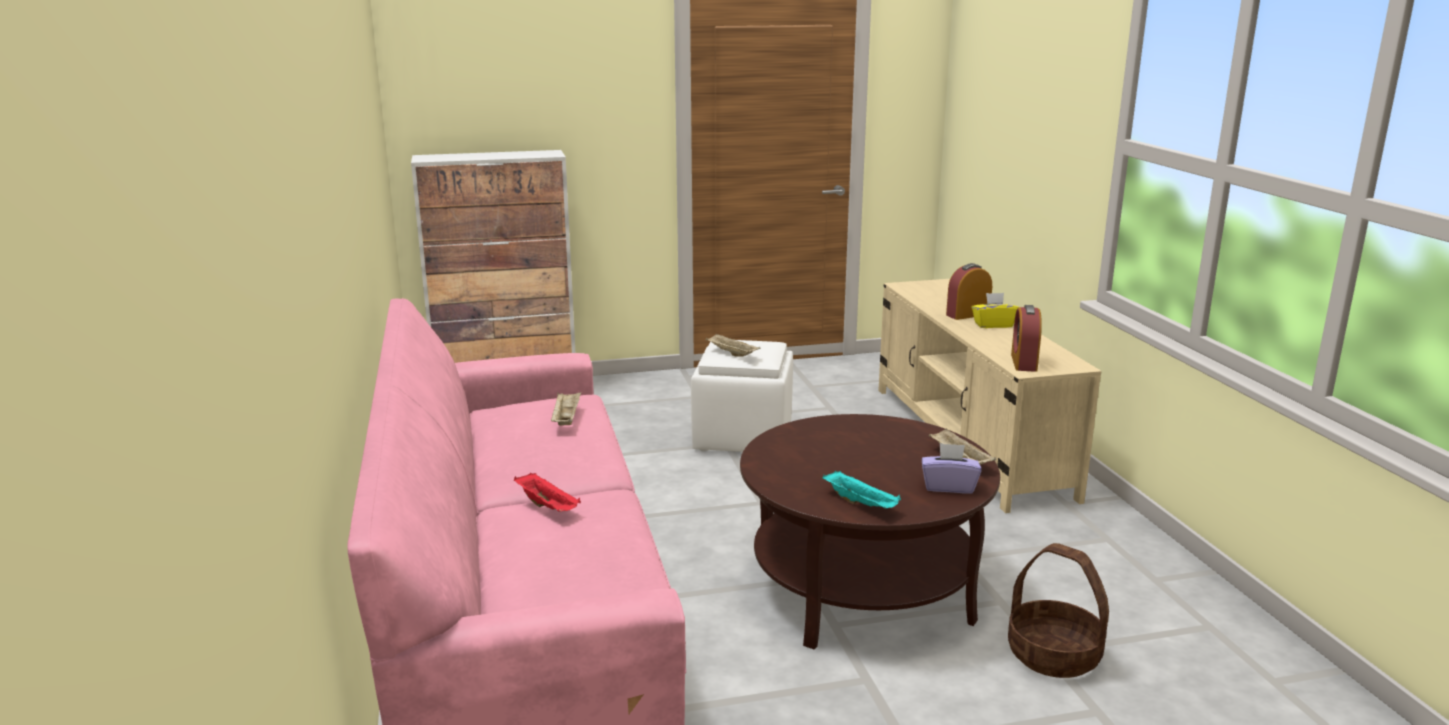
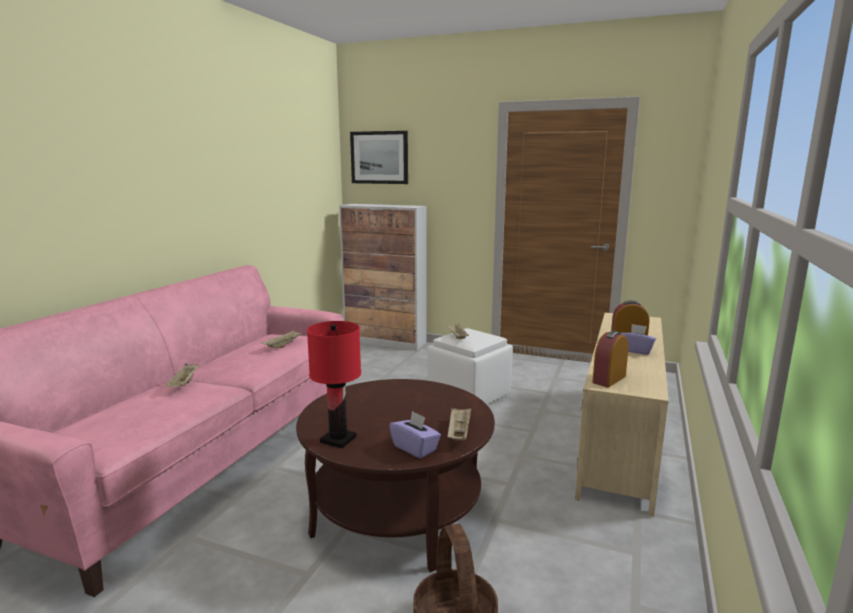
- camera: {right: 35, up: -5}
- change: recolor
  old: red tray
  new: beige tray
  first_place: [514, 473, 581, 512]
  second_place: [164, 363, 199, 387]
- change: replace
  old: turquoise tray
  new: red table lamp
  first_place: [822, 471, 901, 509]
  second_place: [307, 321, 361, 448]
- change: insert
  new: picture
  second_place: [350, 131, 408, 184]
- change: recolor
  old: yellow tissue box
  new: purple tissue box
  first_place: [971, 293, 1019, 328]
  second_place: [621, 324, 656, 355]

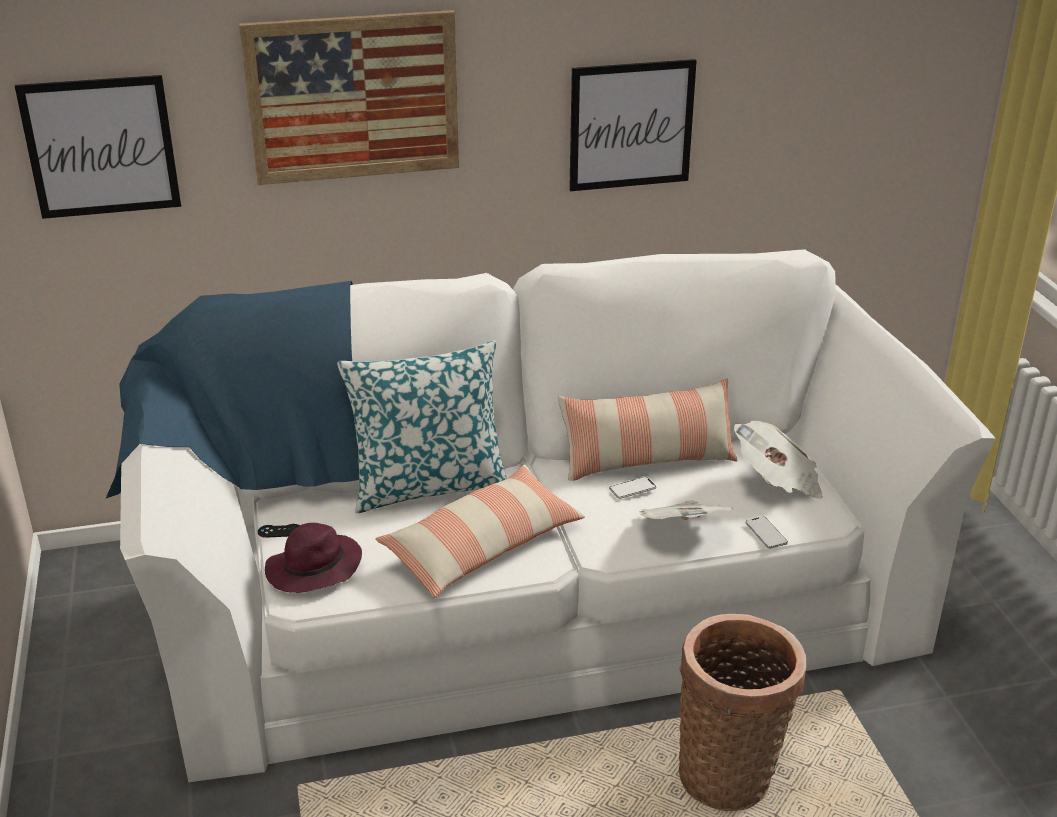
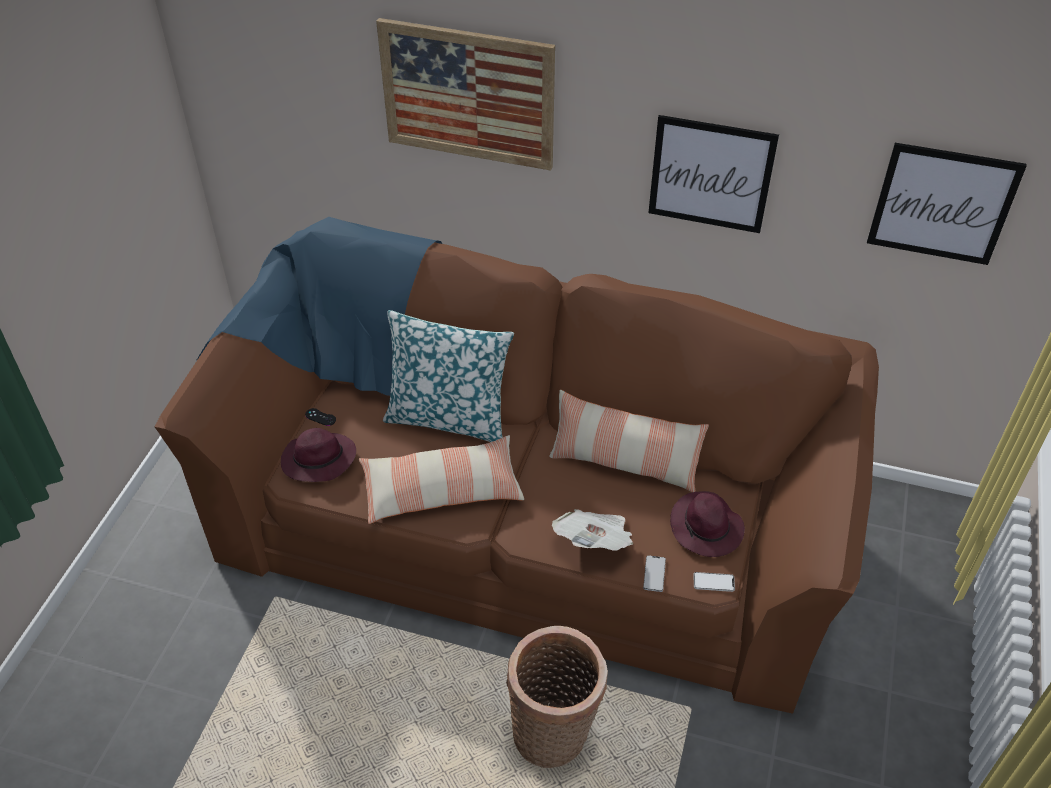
- camera: {right: 30, up: 15}
- change: recolor
  old: white sofa
  new: brown sofa
  first_place: [105, 249, 996, 782]
  second_place: [155, 217, 879, 714]
- change: replace
  old: newspaper
  new: purple hat
  first_place: [734, 421, 823, 499]
  second_place: [670, 491, 745, 557]
- change: move
  old: phone
  first_place: [609, 477, 657, 499]
  second_place: [693, 572, 735, 592]
- change: move
  old: picture
  first_place: [15, 75, 181, 219]
  second_place: [867, 143, 1027, 265]

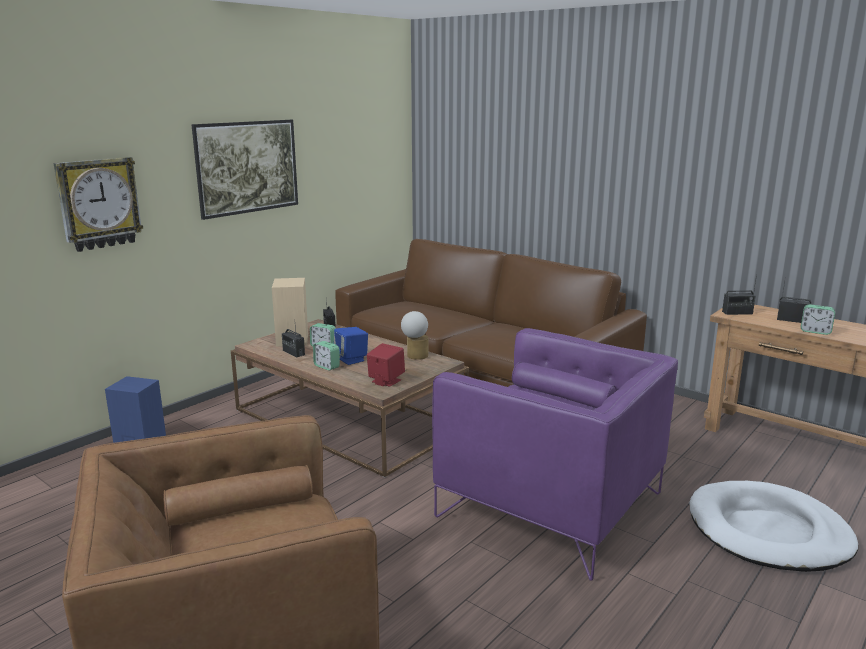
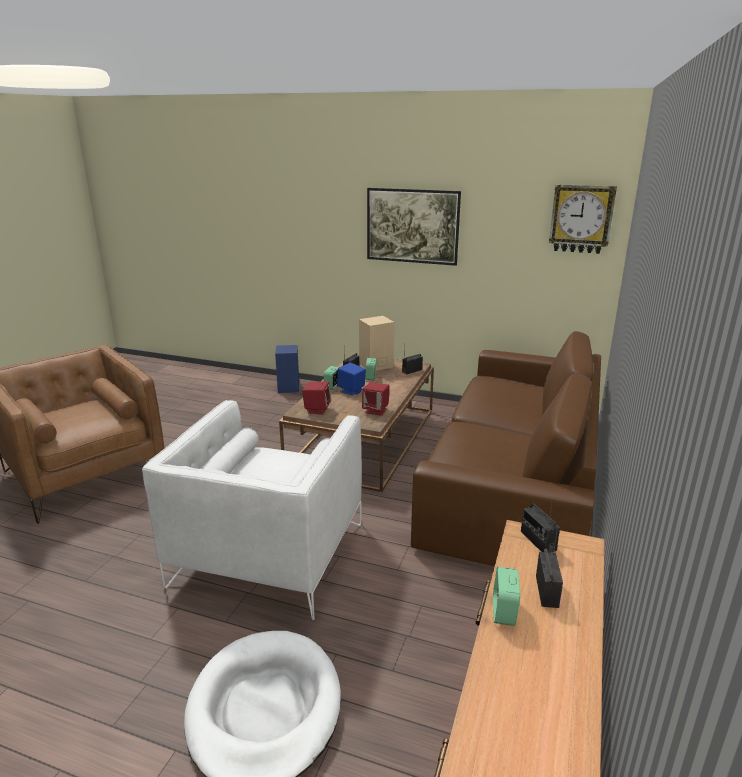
- camera: {right: 70, up: 5}
- change: recolor
  old: purple armchair
  new: white armchair
  first_place: [432, 328, 678, 581]
  second_place: [142, 400, 362, 620]
- change: replace
  old: table lamp
  new: red speaker
  first_place: [401, 311, 428, 360]
  second_place: [362, 382, 389, 416]
- change: move
  old: wall clock
  first_place: [54, 157, 143, 252]
  second_place: [549, 184, 617, 254]

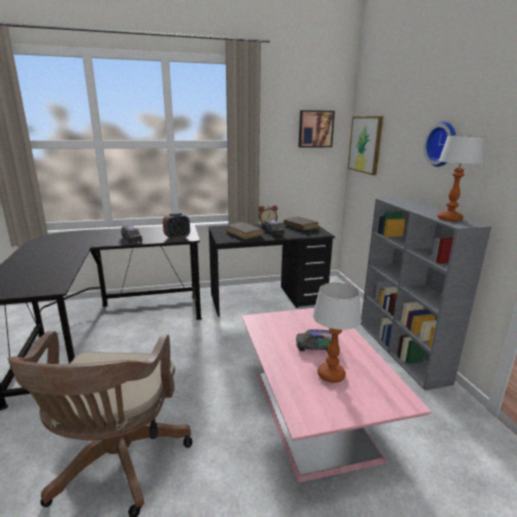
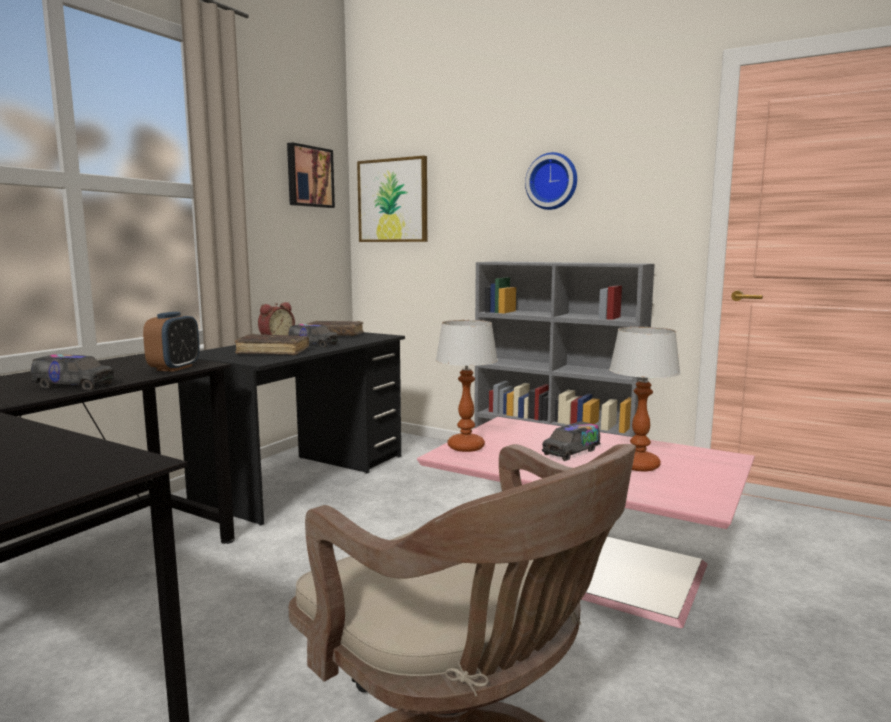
- camera: {right: -45, up: -10}
- change: move
  old: table lamp
  first_place: [437, 135, 485, 222]
  second_place: [436, 320, 498, 452]

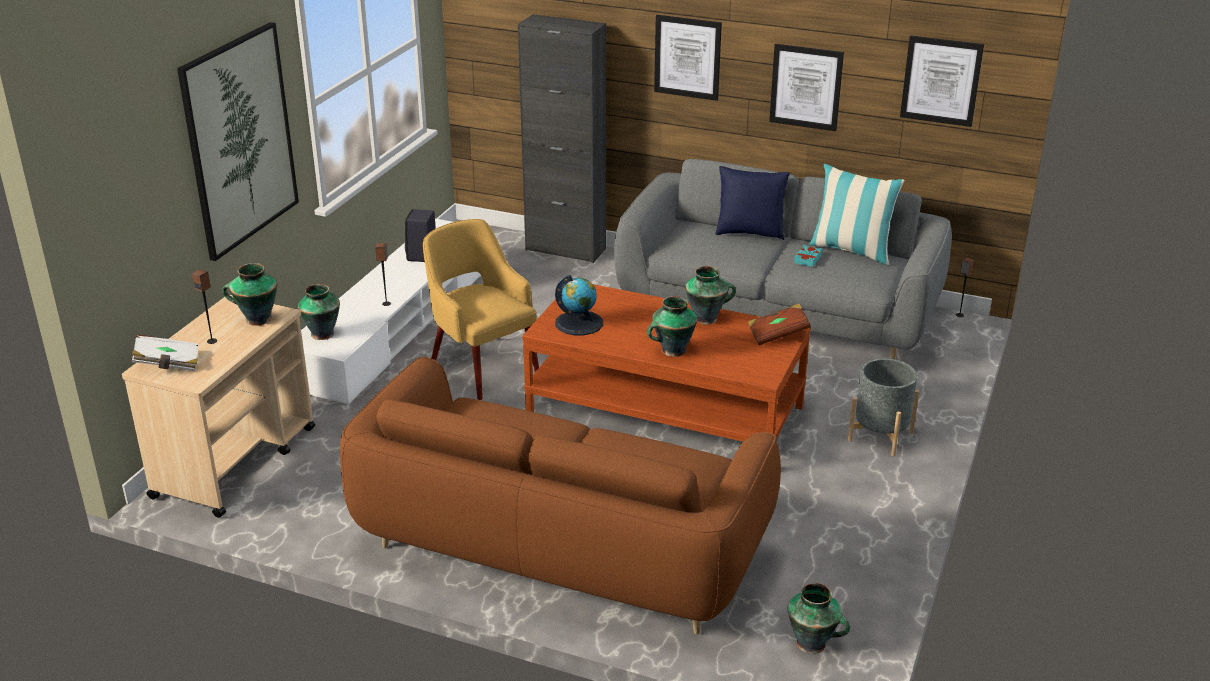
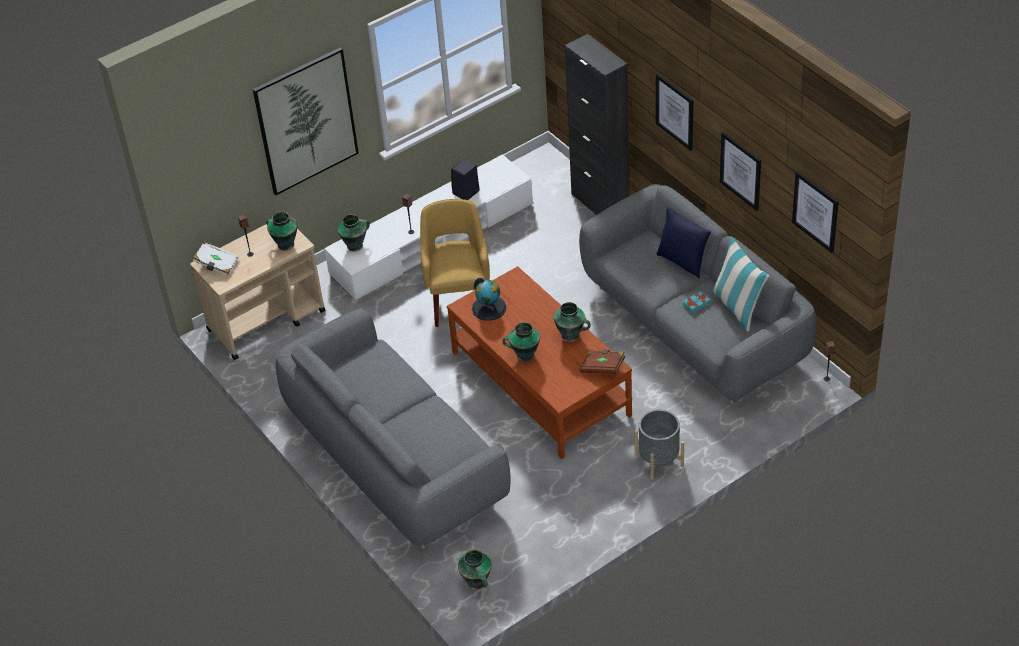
- camera: {right: 35, up: 15}
- change: recolor
  old: brown sofa
  new: grey sofa
  first_place: [340, 357, 781, 635]
  second_place: [276, 308, 511, 549]

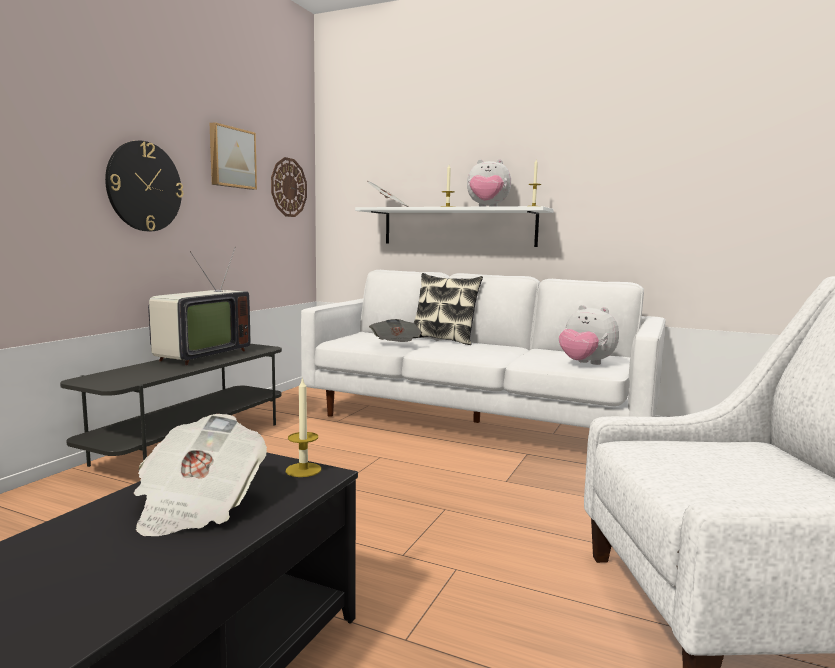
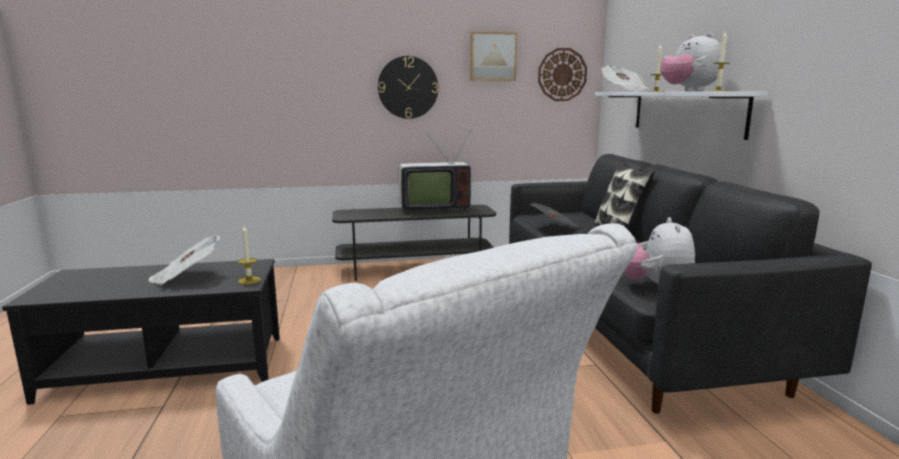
- camera: {right: 55, up: 5}
- change: recolor
  old: white sofa
  new: black sofa
  first_place: [301, 270, 665, 428]
  second_place: [509, 154, 872, 414]

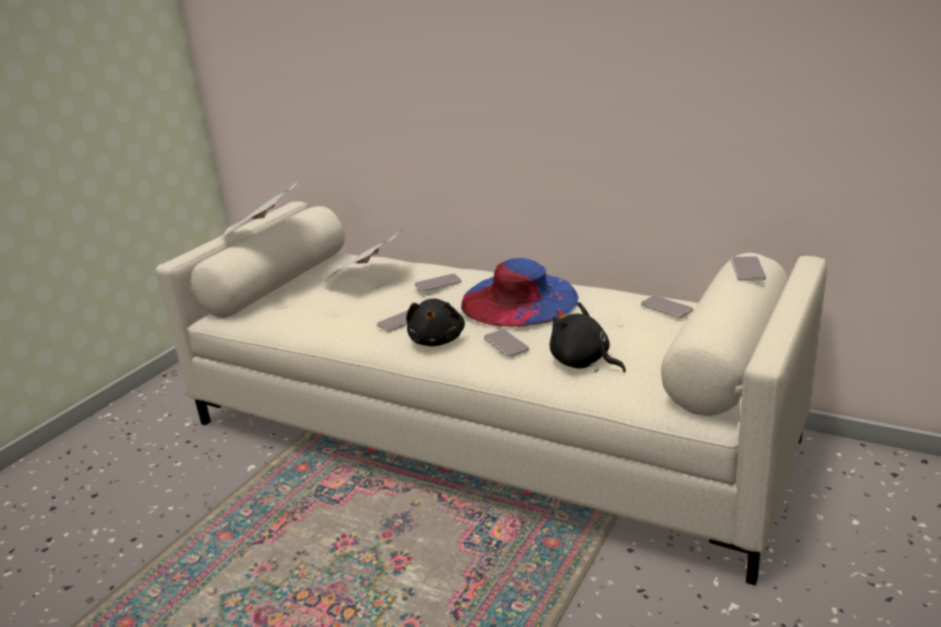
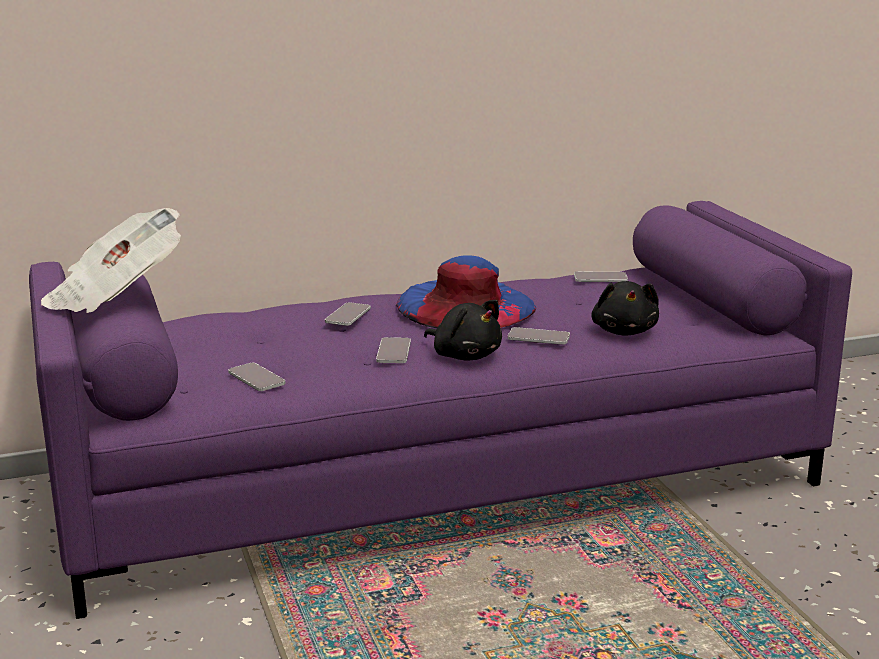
- camera: {right: -50, up: -5}
- change: recolor
  old: beige sofa
  new: purple sofa
  first_place: [155, 201, 827, 586]
  second_place: [29, 201, 852, 619]
- change: move
  old: phone
  first_place: [731, 256, 766, 281]
  second_place: [228, 363, 285, 391]
- change: rotate
  old: black plush toy
  first_place: [550, 302, 626, 372]
  second_place: [591, 281, 659, 336]
  degrees: -90
- change: delete
  old: newspaper
  first_place: [321, 230, 402, 282]

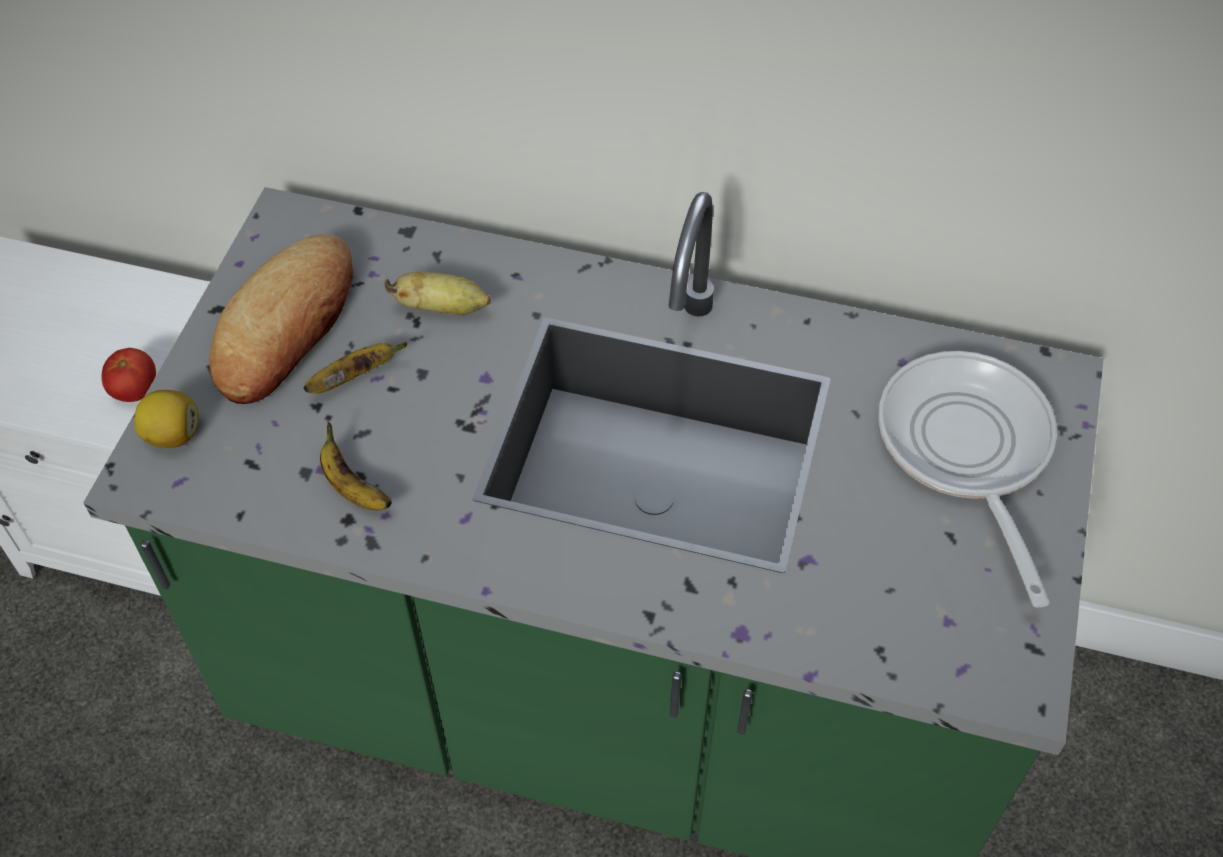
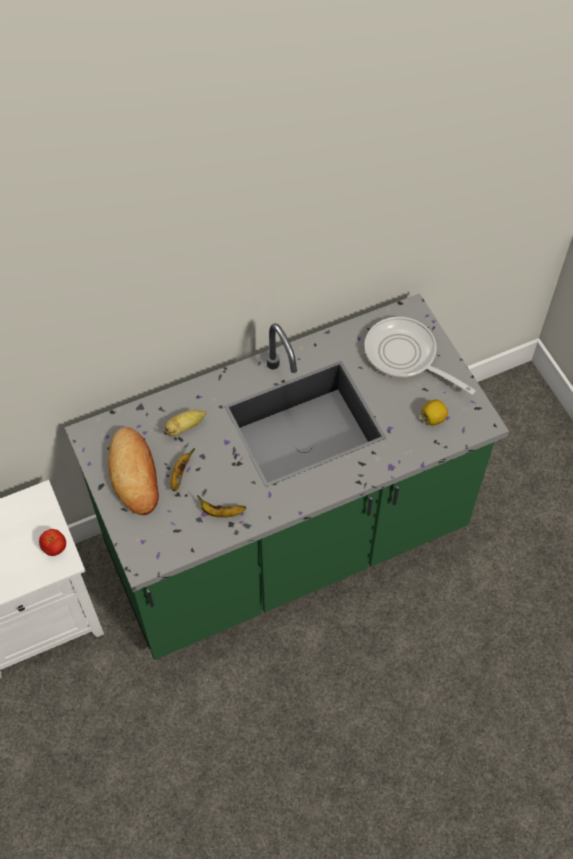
- camera: {right: -40, up: 5}
- change: move
  old: lemon
  first_place: [134, 390, 198, 448]
  second_place: [421, 399, 448, 425]

